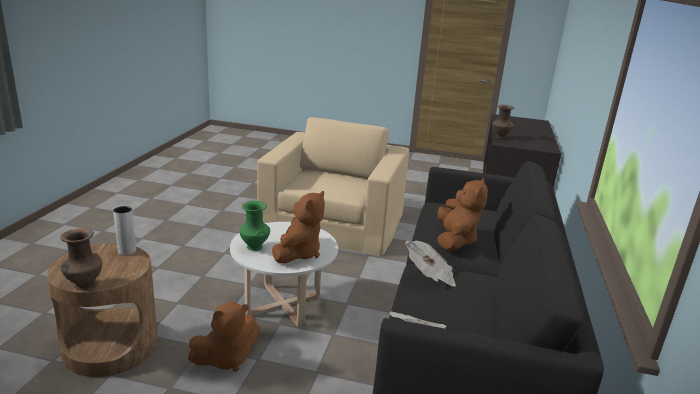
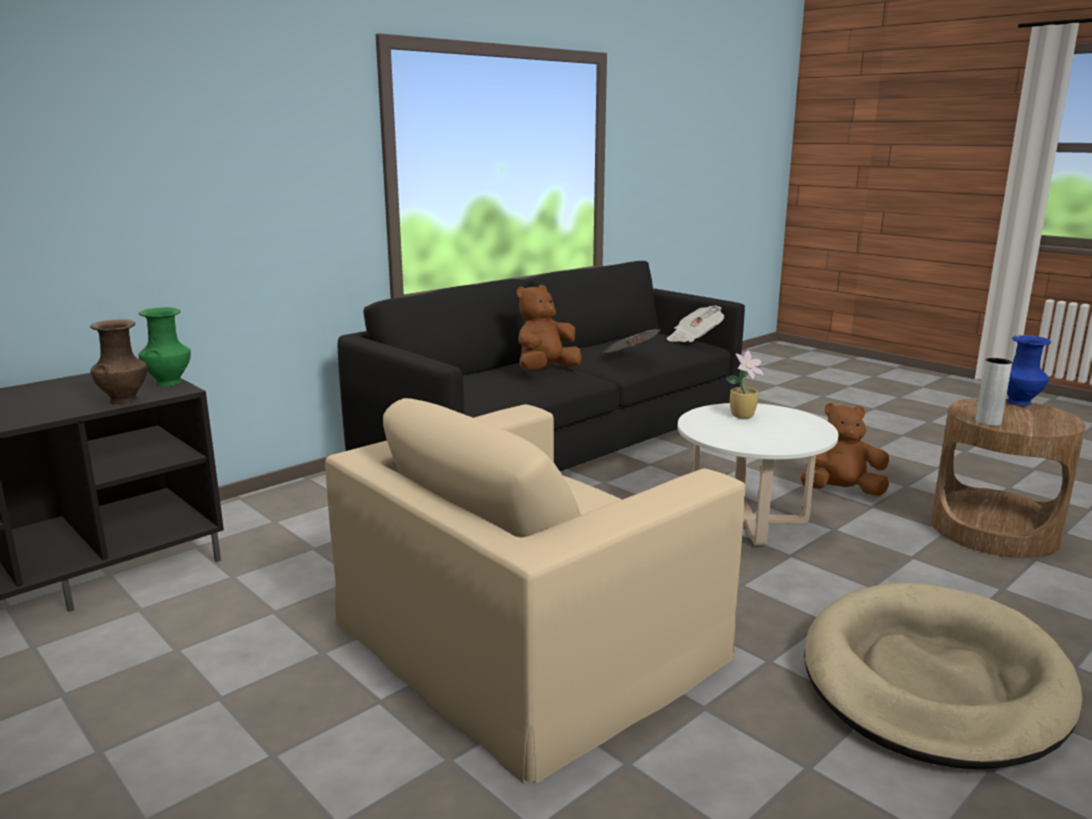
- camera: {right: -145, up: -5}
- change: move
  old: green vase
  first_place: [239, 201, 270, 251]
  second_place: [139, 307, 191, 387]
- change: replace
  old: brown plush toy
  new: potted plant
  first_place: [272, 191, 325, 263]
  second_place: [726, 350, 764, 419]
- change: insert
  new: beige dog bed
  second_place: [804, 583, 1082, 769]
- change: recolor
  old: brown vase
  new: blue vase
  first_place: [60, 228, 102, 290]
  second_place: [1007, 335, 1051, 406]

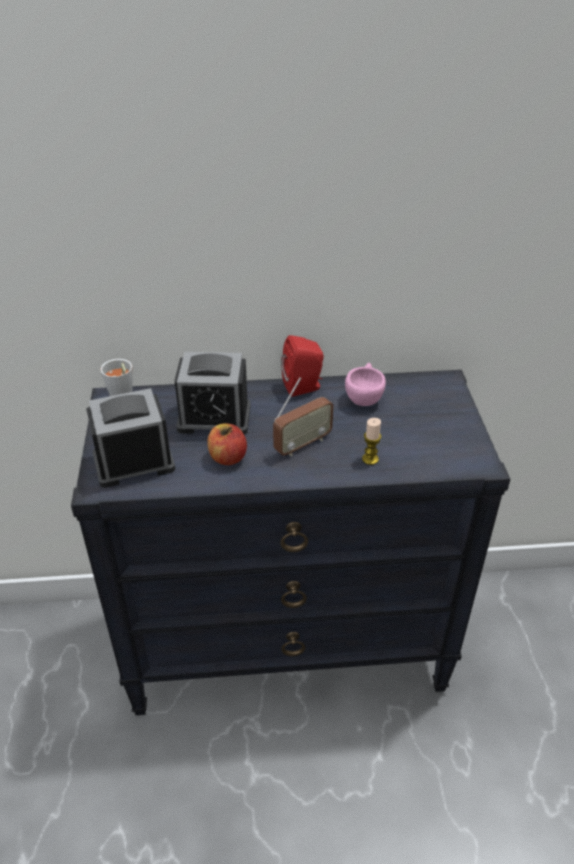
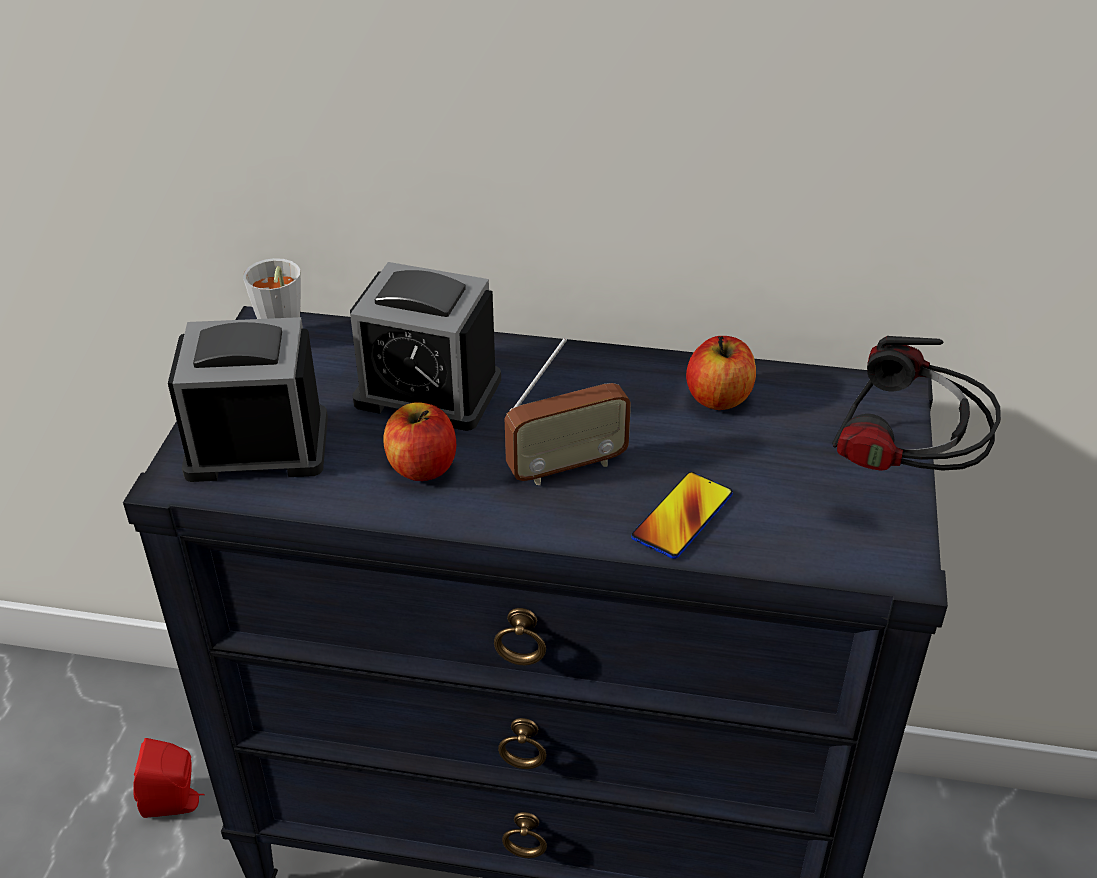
- camera: {right: 15, up: 0}
- change: move
  old: red speaker
  first_place: [281, 335, 324, 397]
  second_place: [133, 738, 205, 818]
- change: replace
  old: candle
  new: phone
  first_place: [362, 418, 381, 465]
  second_place: [631, 472, 733, 559]
- change: replace
  old: pink cup
  new: apple
  first_place: [345, 363, 386, 406]
  second_place: [686, 336, 756, 410]
- change: insert
  new: headphones
  second_place: [832, 336, 1001, 470]

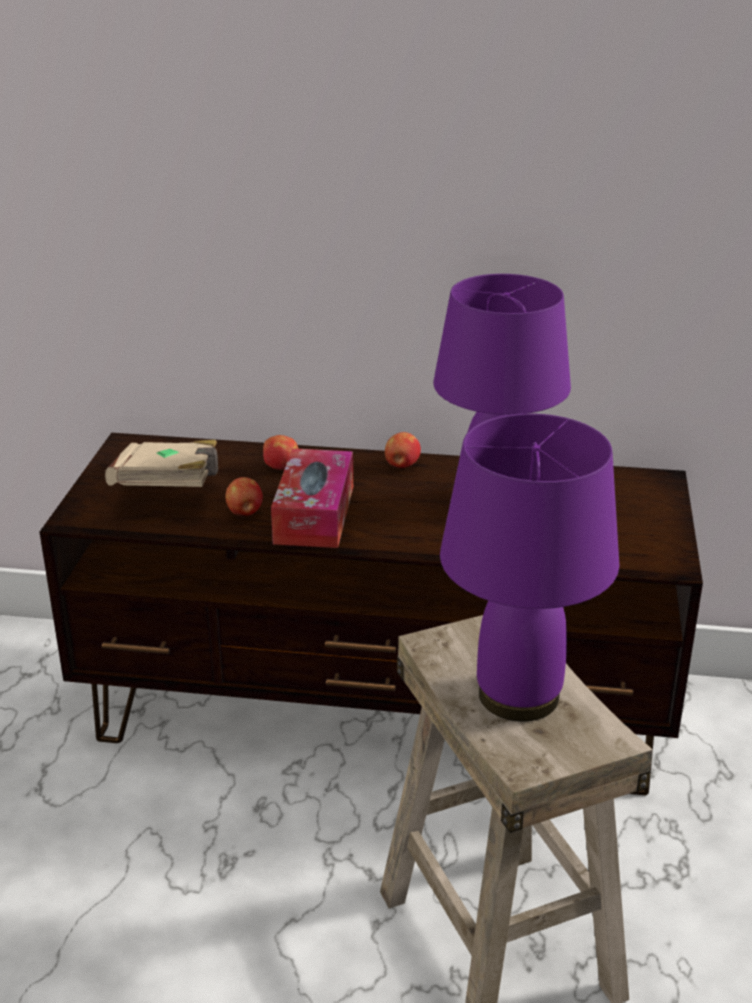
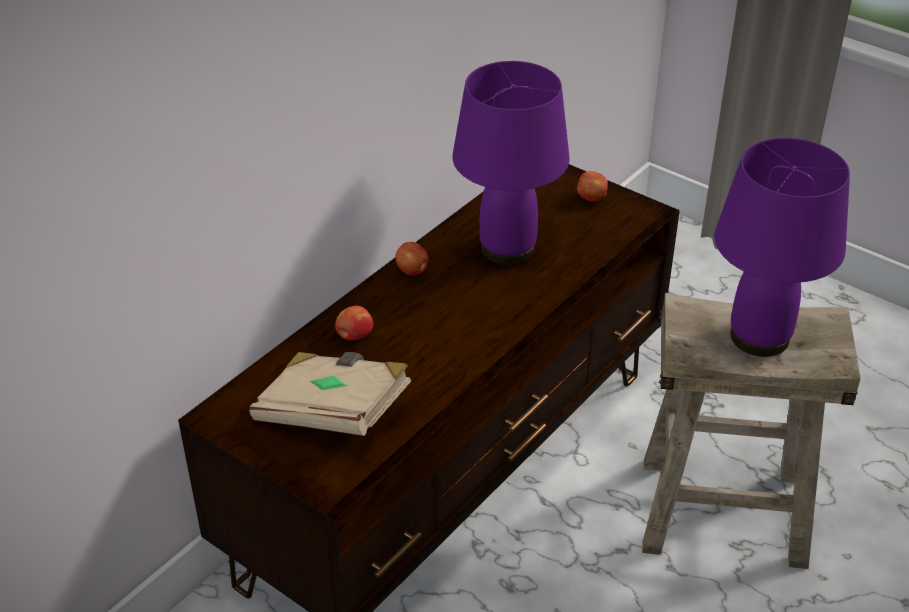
- camera: {right: -60, up: 10}
- change: move
  old: apple
  first_place: [225, 477, 263, 517]
  second_place: [577, 171, 608, 202]
- change: delete
  old: tissue box
  first_place: [271, 448, 353, 548]

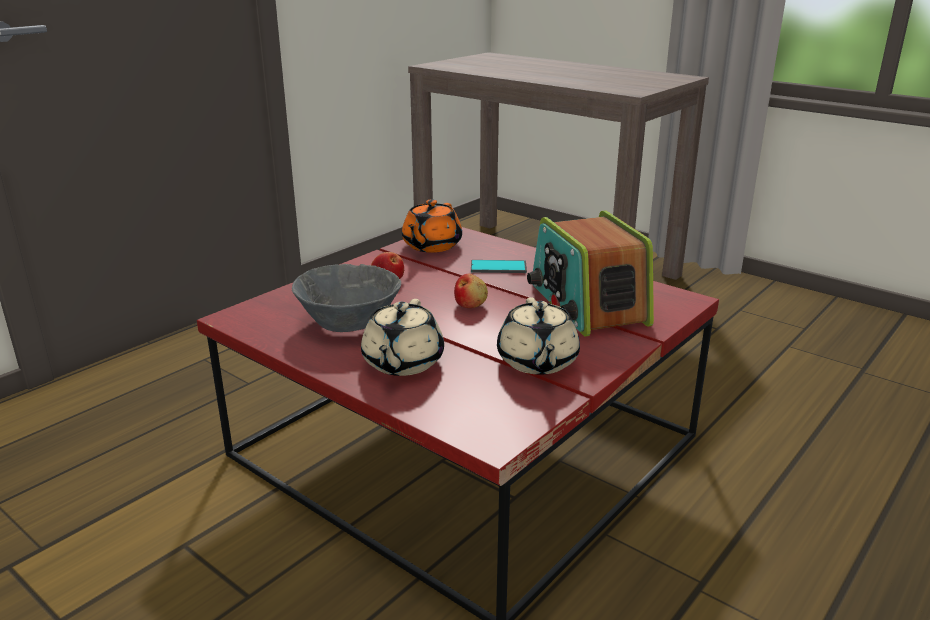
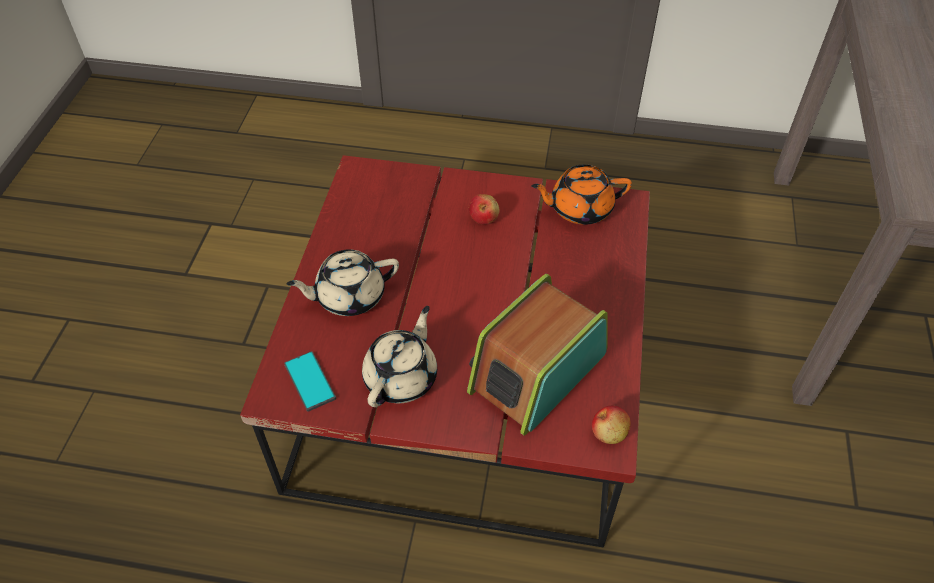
- camera: {right: 60, up: 25}
- change: move
  old: phone
  first_place: [471, 260, 527, 273]
  second_place: [284, 351, 336, 412]
- change: rotate
  old: beige teapot
  first_place: [497, 298, 580, 375]
  second_place: [362, 306, 437, 407]
  degrees: 150
- change: move
  old: apple
  first_place: [454, 274, 488, 308]
  second_place: [592, 405, 631, 444]
- change: delete
  old: grey bowl
  first_place: [292, 264, 401, 332]

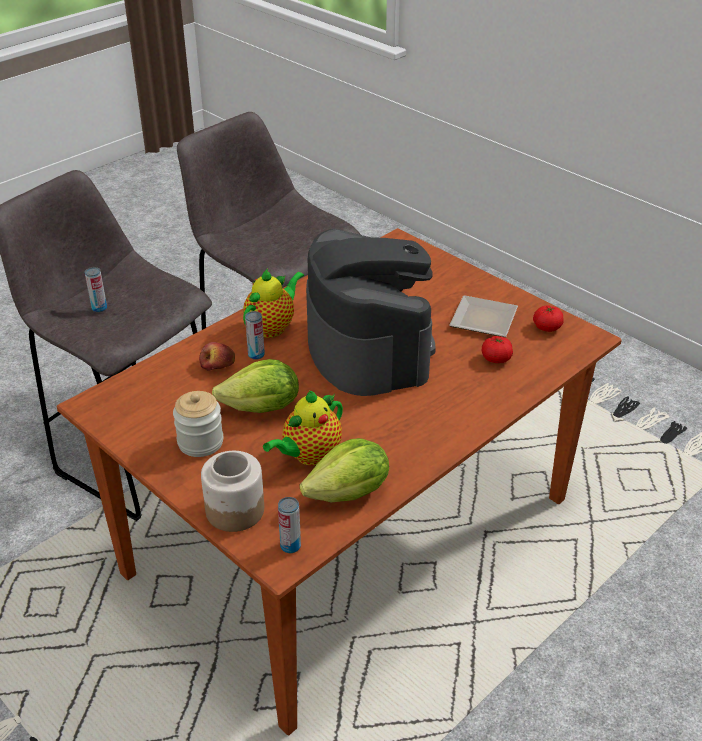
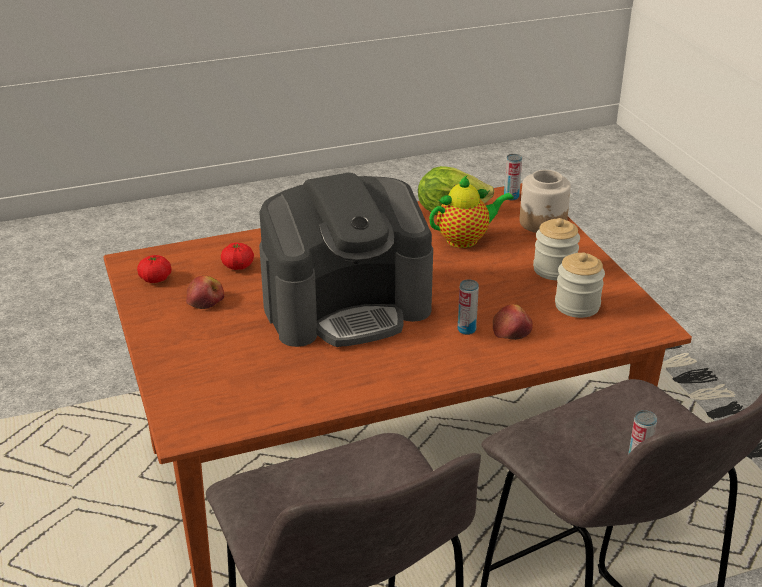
- camera: {right: -155, up: -5}
- change: replace
  old: plate
  new: apple
  first_place: [449, 295, 518, 337]
  second_place: [186, 275, 224, 309]
- change: rotate
  old: coffee machine
  first_place: [306, 229, 436, 396]
  second_place: [259, 173, 433, 347]
  degrees: -120
- change: insert
  new: jar
  second_place: [555, 252, 605, 318]
- change: delete
  old: lettuce
  first_place: [212, 359, 299, 413]
- change: delete
  old: teapot
  first_place: [243, 269, 304, 338]

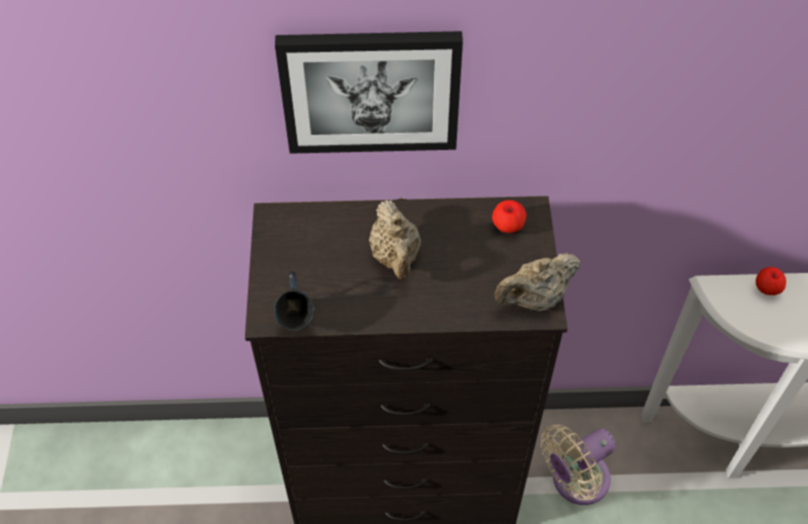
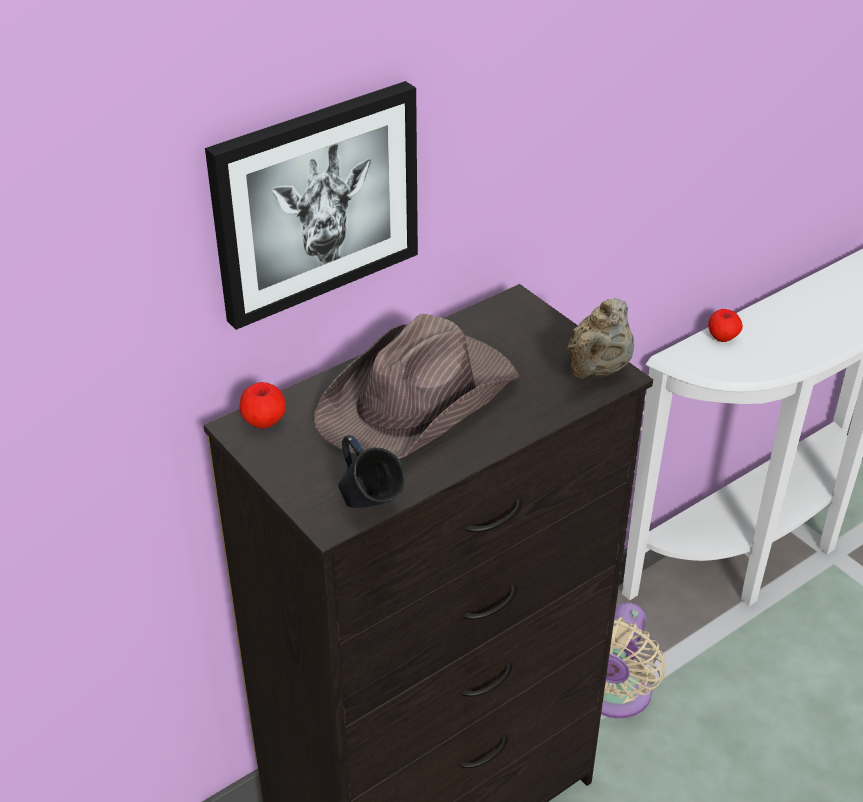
- camera: {right: -35, up: -15}
- change: move
  old: apple
  first_place: [492, 200, 527, 233]
  second_place: [239, 382, 286, 429]
- change: replace
  old: beige teapot
  new: brown hat
  first_place: [369, 200, 421, 280]
  second_place: [313, 314, 519, 459]

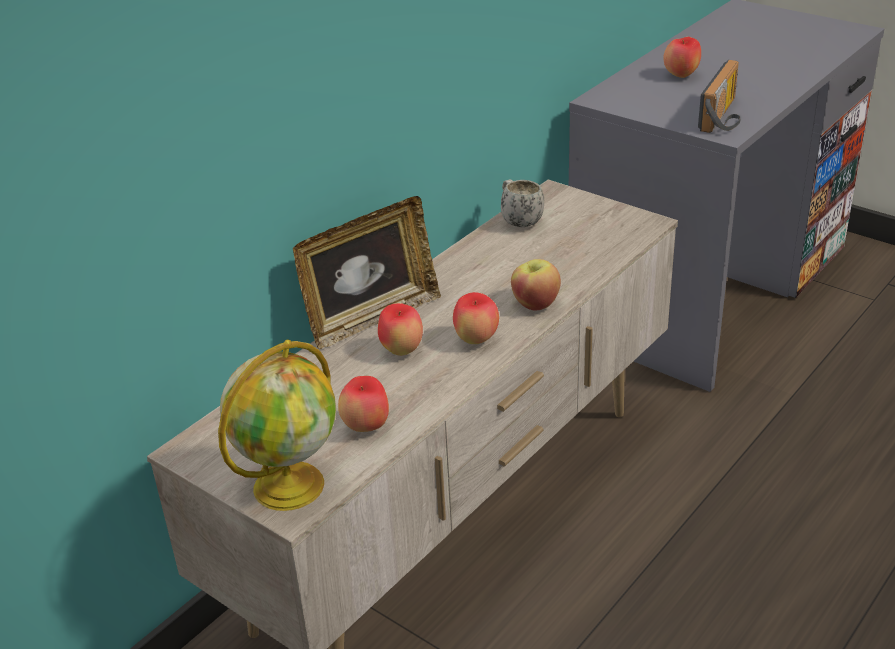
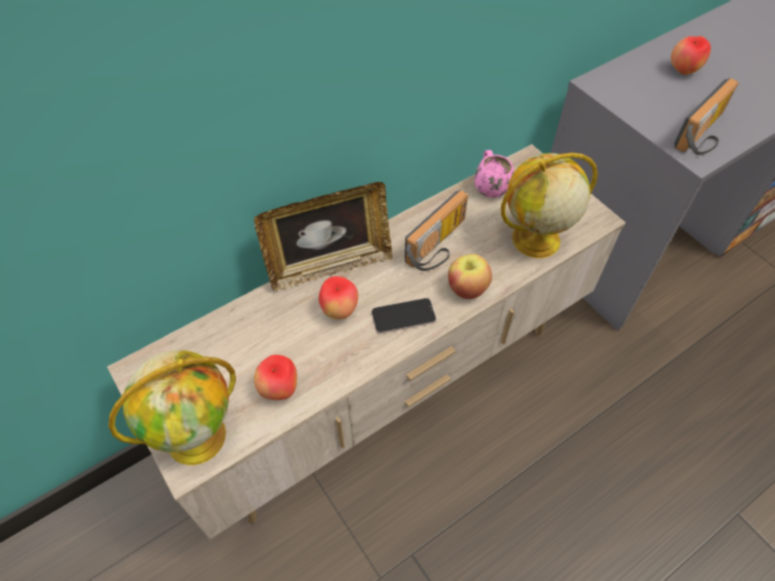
- camera: {right: 15, up: 20}
- change: replace
  old: apple
  new: phone
  first_place: [453, 292, 499, 344]
  second_place: [371, 298, 436, 334]
- change: insert
  new: radio
  second_place: [405, 190, 468, 271]
- change: recolor
  old: white mug
  new: pink mug
  first_place: [501, 179, 544, 227]
  second_place: [475, 150, 514, 198]
- change: insert
  new: globe
  second_place: [501, 153, 598, 258]

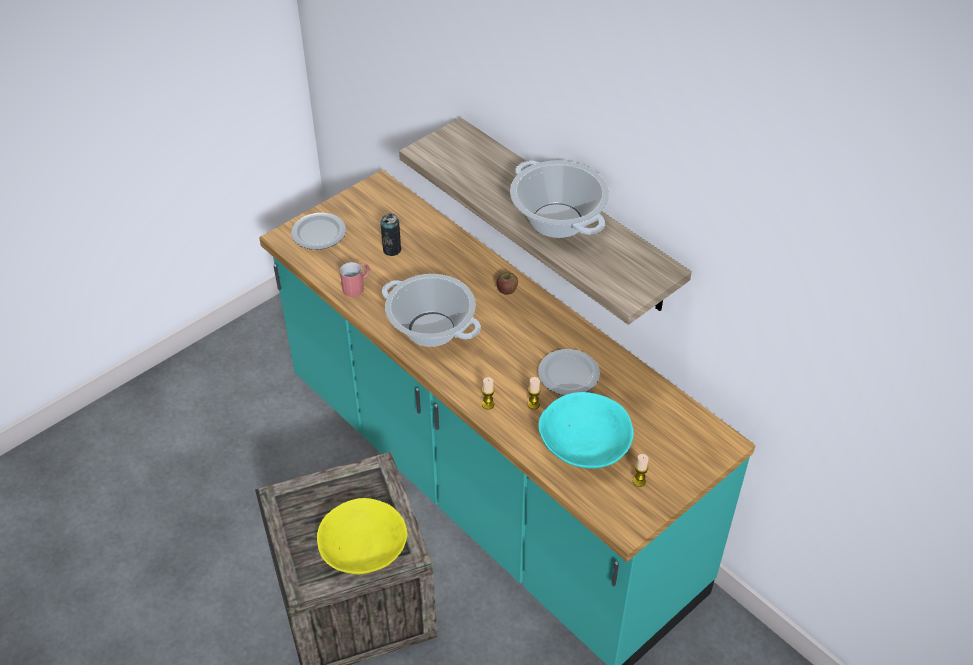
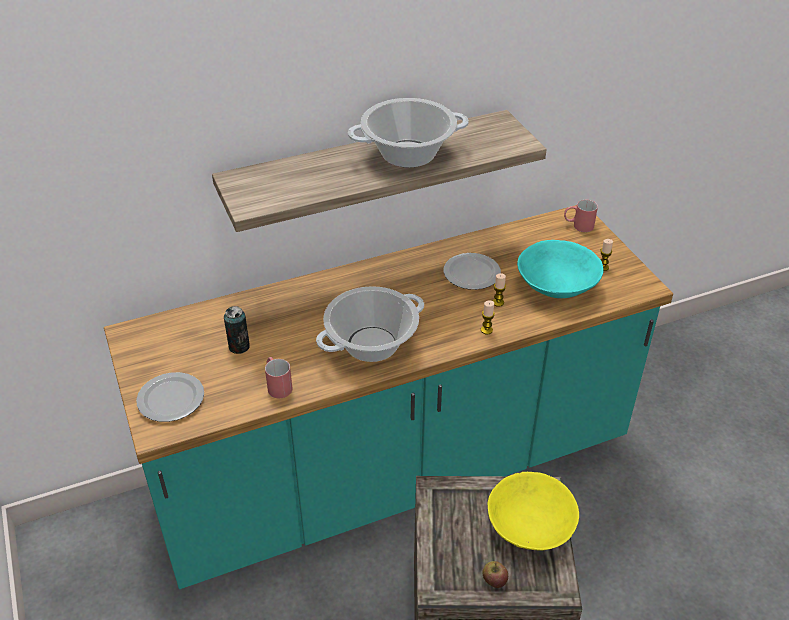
- camera: {right: -70, up: -5}
- change: move
  old: apple
  first_place: [497, 272, 518, 295]
  second_place: [483, 561, 508, 588]
- change: insert
  new: red mug
  second_place: [564, 200, 598, 232]

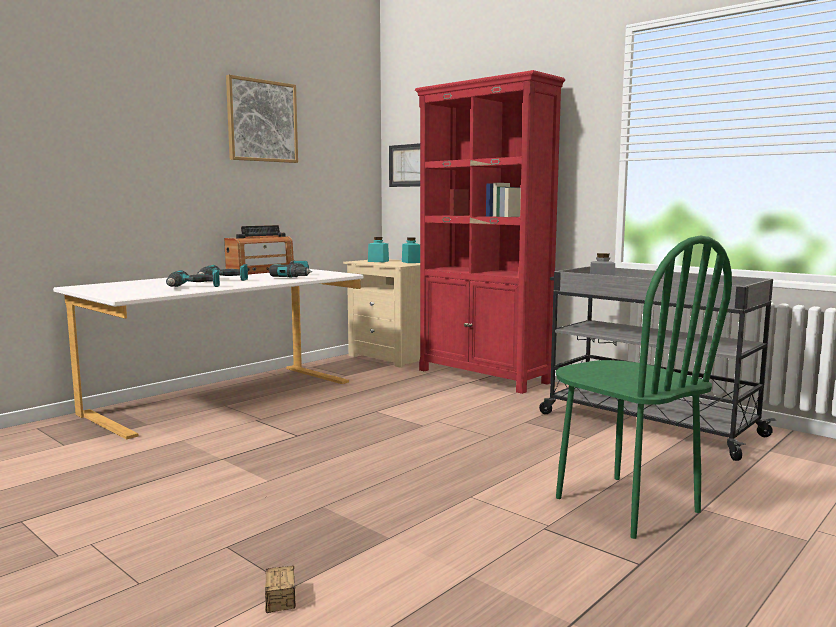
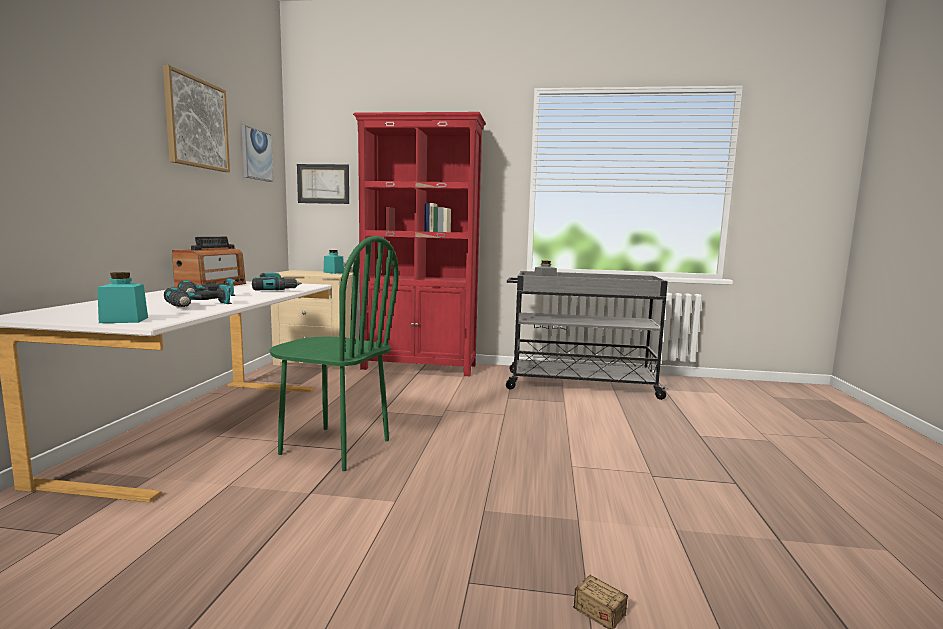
- camera: {right: -35, up: 0}
- change: move
  old: turquoise jar
  first_place: [368, 237, 389, 262]
  second_place: [97, 272, 148, 323]
- change: insert
  new: picture
  second_place: [242, 125, 273, 182]
- change: move
  old: green chair
  first_place: [556, 235, 732, 539]
  second_place: [270, 236, 399, 471]

